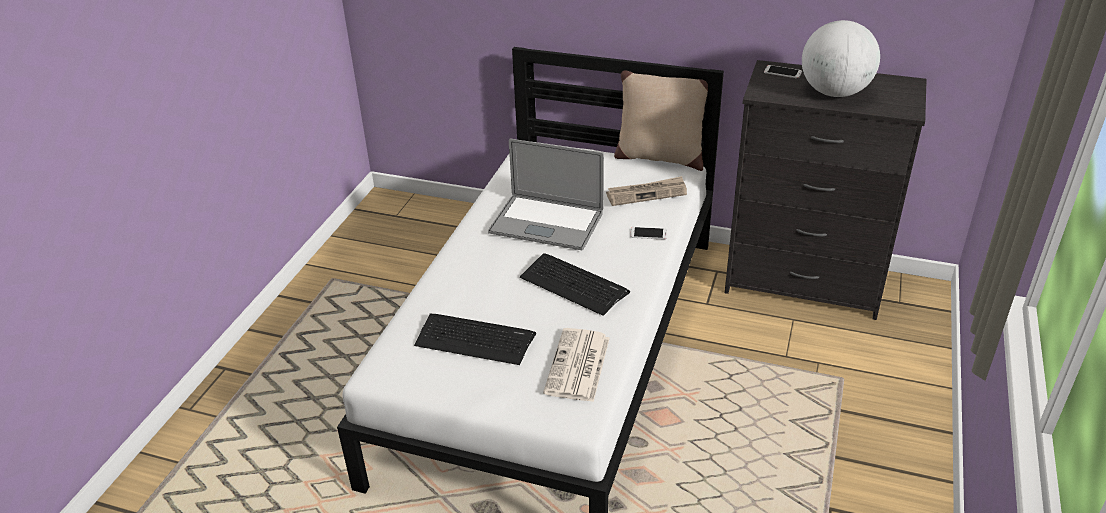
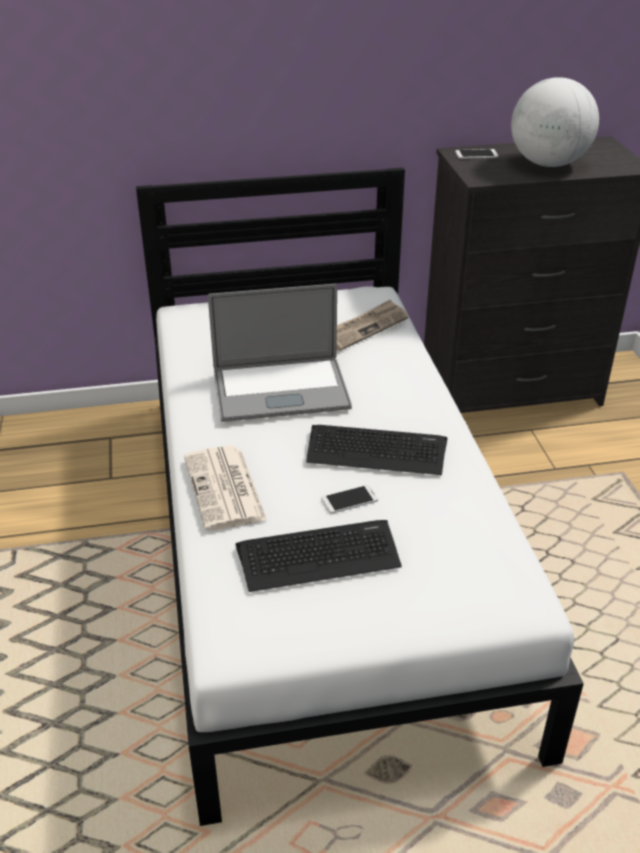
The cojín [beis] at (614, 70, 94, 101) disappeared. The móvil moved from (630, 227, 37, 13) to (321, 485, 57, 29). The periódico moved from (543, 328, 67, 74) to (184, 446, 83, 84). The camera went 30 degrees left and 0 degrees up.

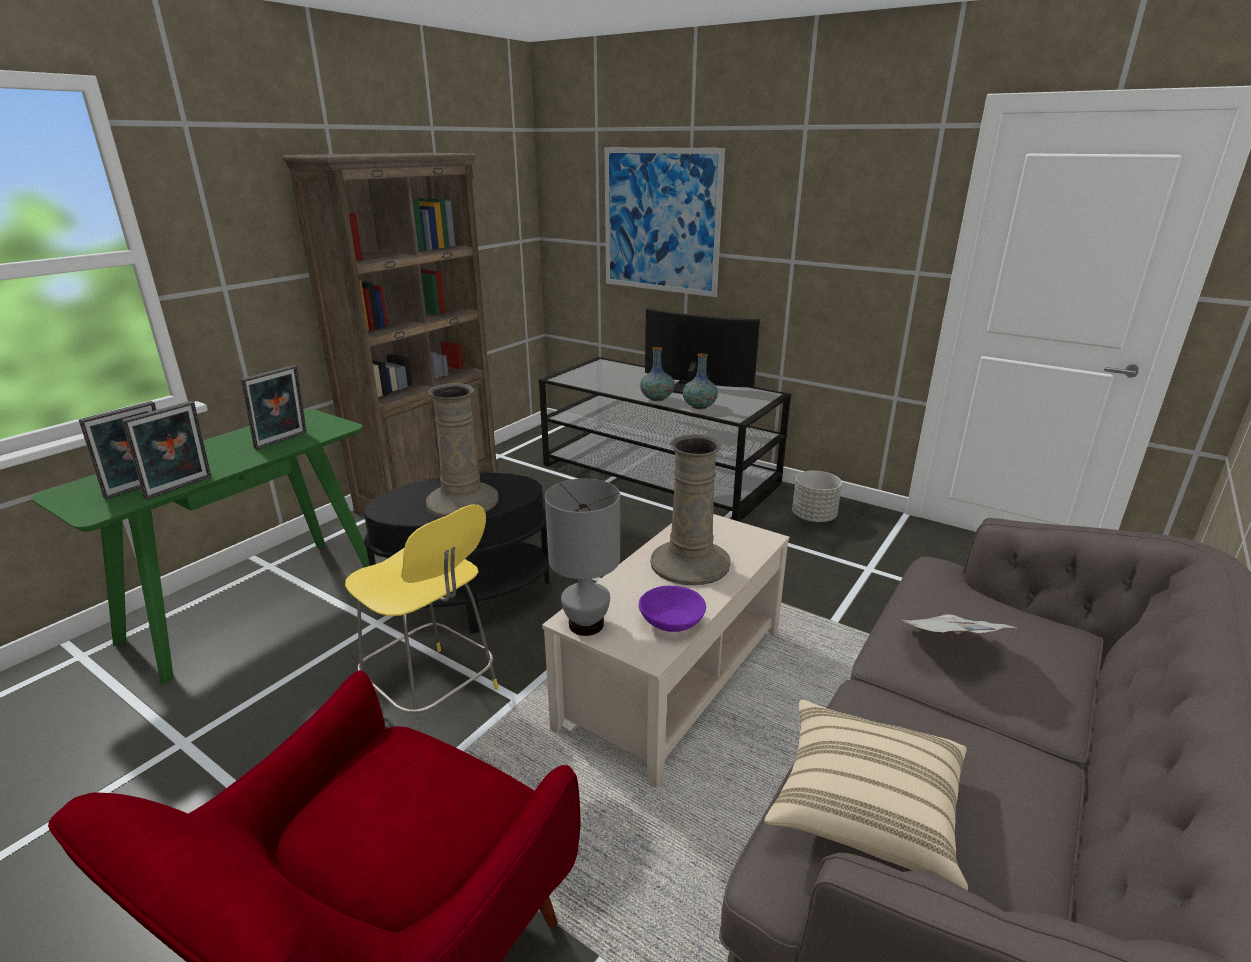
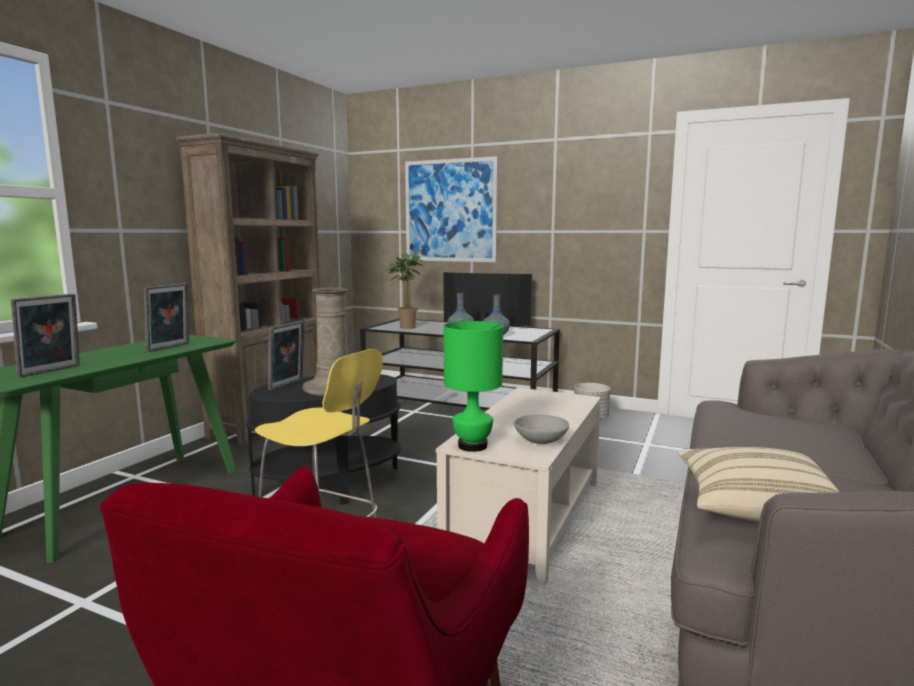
The portarretratos moved from (122, 401, 89, 99) to (268, 321, 36, 70). The florero [beis] at (650, 434, 81, 151) disappeared. The lámpara de mesa [gris] at (545, 478, 75, 158) became the lámpara de mesa [verde] at (444, 321, 59, 131). The cuenco [morado] at (639, 586, 67, 46) became the cuenco [gris] at (514, 415, 55, 29). The periódico at (902, 615, 114, 19) disappeared. The planta en maceta at (386, 250, 39, 79) appeared. The camera went 10 degrees left and 15 degrees down.

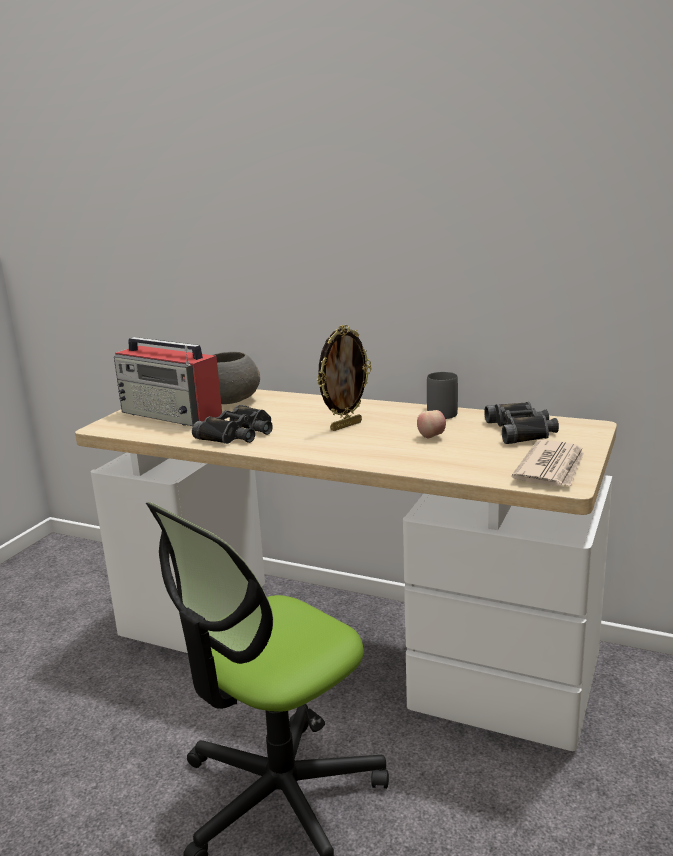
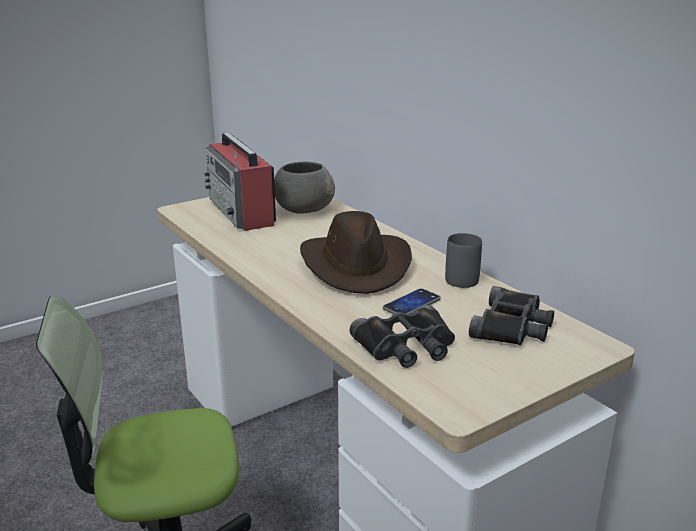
The portarretratos at (317, 325, 55, 106) was replaced by the sombrero [marrón] at (300, 211, 112, 83). The prismáticos [negro] moved from (192, 405, 81, 39) to (350, 305, 105, 63). The manzana at (417, 410, 29, 28) was replaced by the móvil at (383, 289, 58, 25). The periódico at (512, 440, 72, 46) disappeared. The camera went 30 degrees right and 5 degrees up.

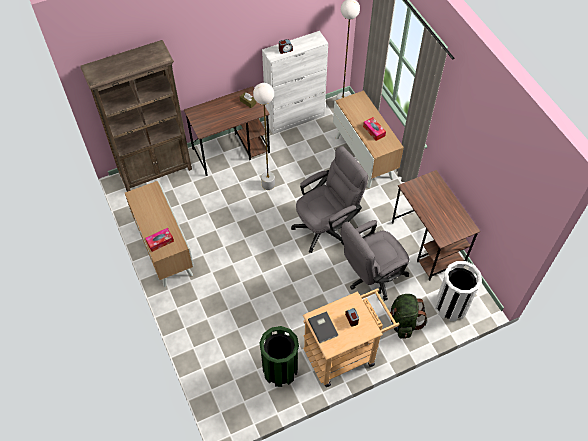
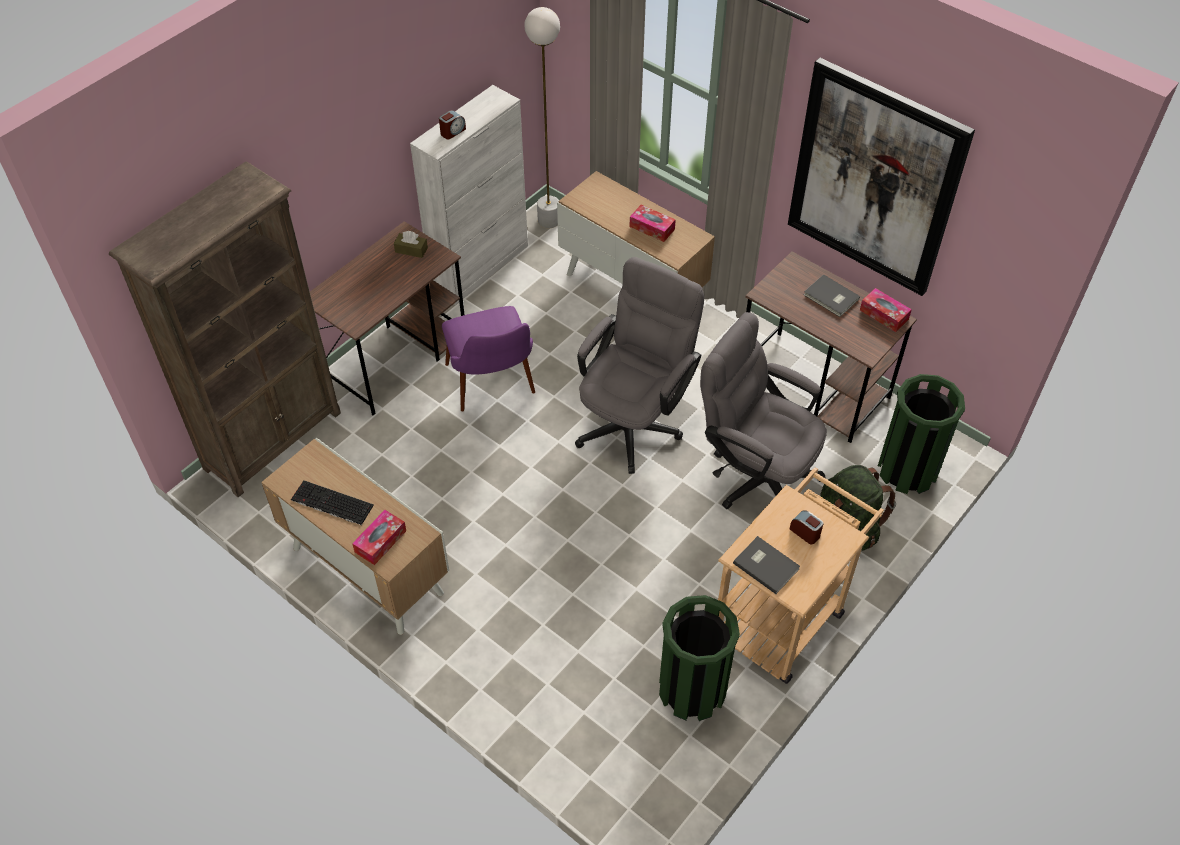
The lámpara de pie [blanco] at (253, 83, 22, 107) was replaced by the silla [morado] at (442, 306, 93, 105). The silla de oficina [gris] at (341, 220, 68, 81) turned 90 degrees clockwise. The papelera [blanco] at (435, 261, 47, 60) became the papelera [verde] at (878, 374, 87, 120). The cuadro at (788, 58, 187, 238) appeared. The libro [gris] at (804, 274, 56, 43) appeared. The caja de pañuelos at (860, 288, 52, 44) appeared. The teclado at (291, 480, 83, 45) appeared. The camera went 25 degrees left and 5 degrees down.

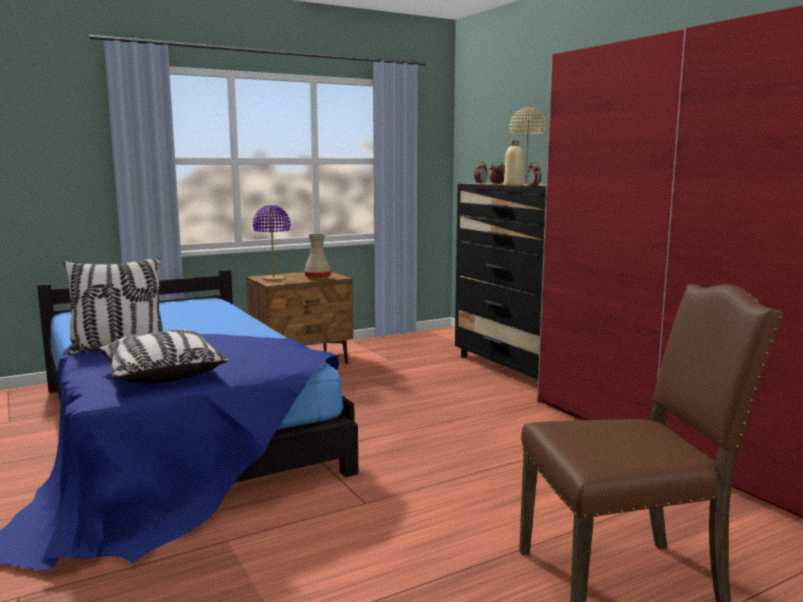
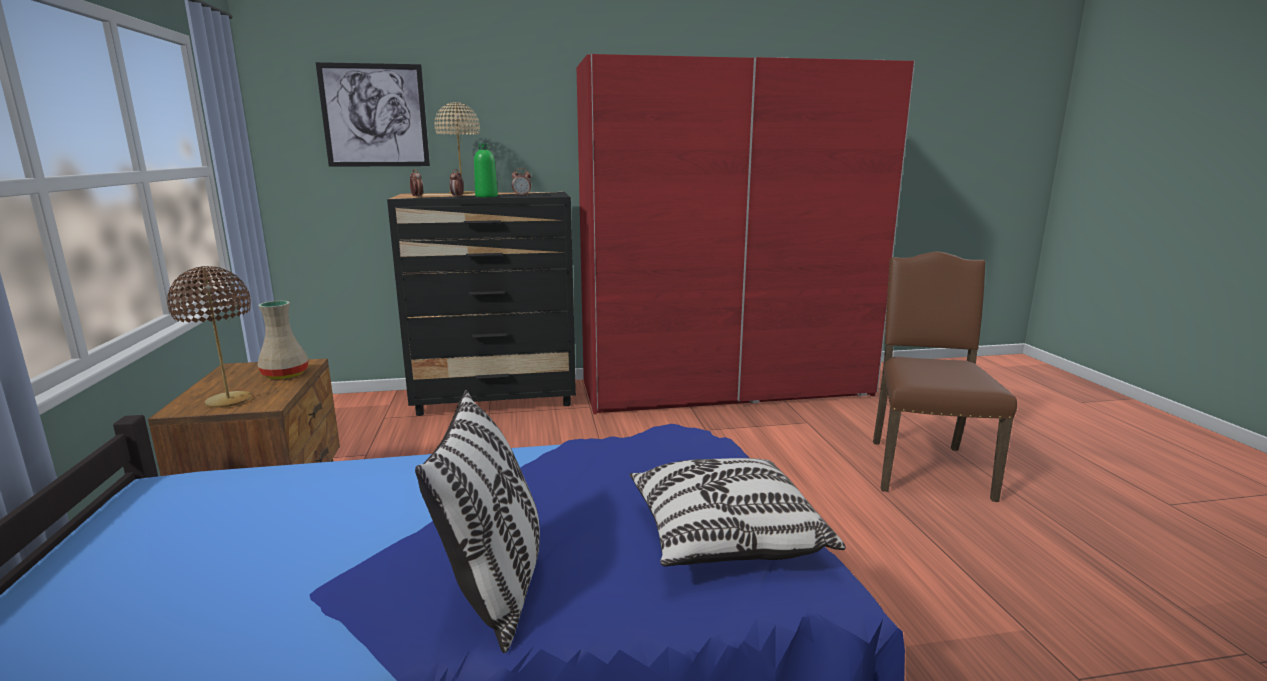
The botella [beis] at (504, 140, 19, 46) became the botella [verde] at (474, 143, 24, 54). The lámpara de mesa [morado] at (253, 205, 37, 76) became the lámpara de mesa [marrón] at (167, 266, 85, 142). The cuadro at (316, 62, 114, 105) appeared. The camera went 70 degrees left and 5 degrees up.

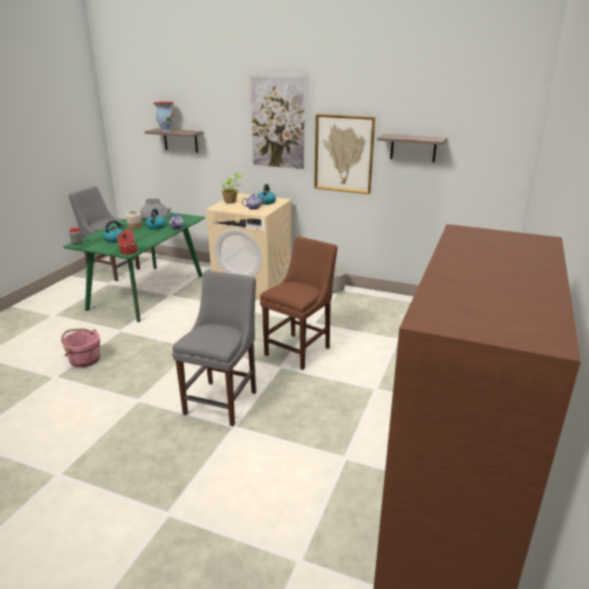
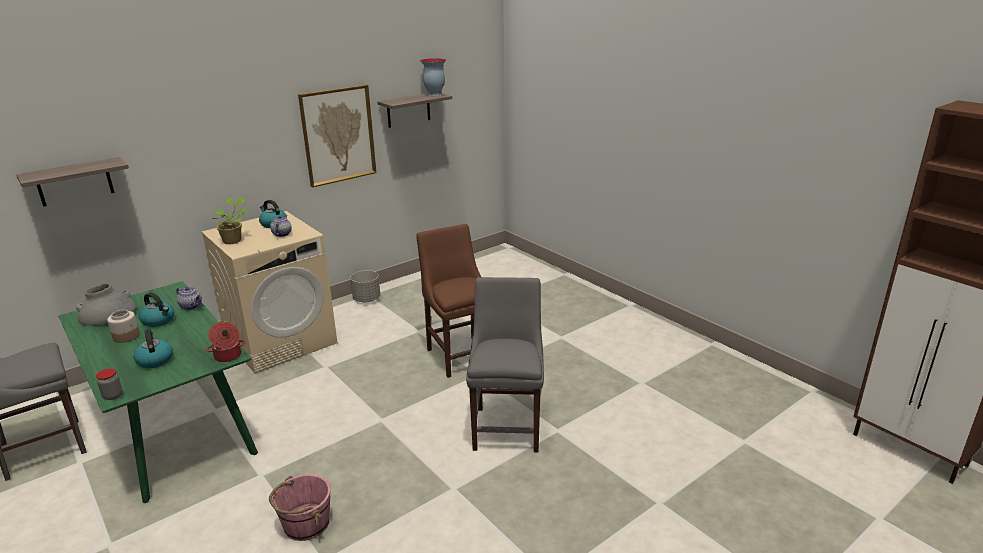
The cuadro at (248, 74, 60, 98) disappeared. The florero moved from (153, 102, 21, 30) to (420, 58, 26, 39). The silla [gris] at (172, 270, 84, 156) turned 45 degrees clockwise. The camera went 60 degrees left and 0 degrees up.

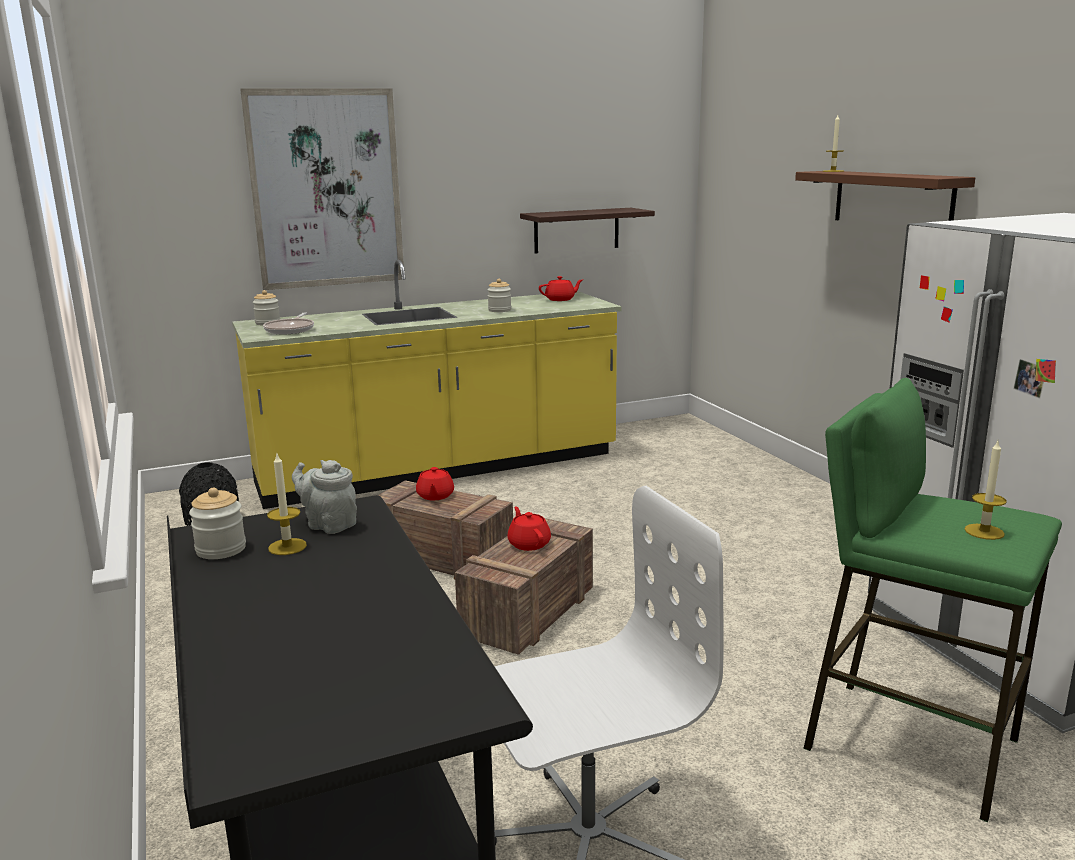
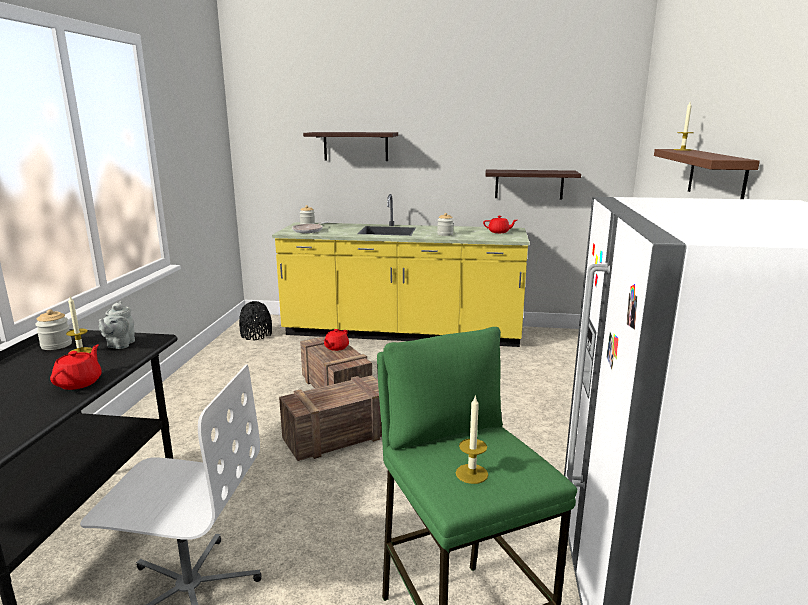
The cuadro at (240, 88, 164, 202) was replaced by the estante at (303, 132, 95, 29). The tetera [gris] at (292, 460, 65, 74) turned 150 degrees counterclockwise. The tetera [rojo] moved from (508, 507, 43, 44) to (50, 344, 52, 46). The camera went 30 degrees right and 0 degrees up.

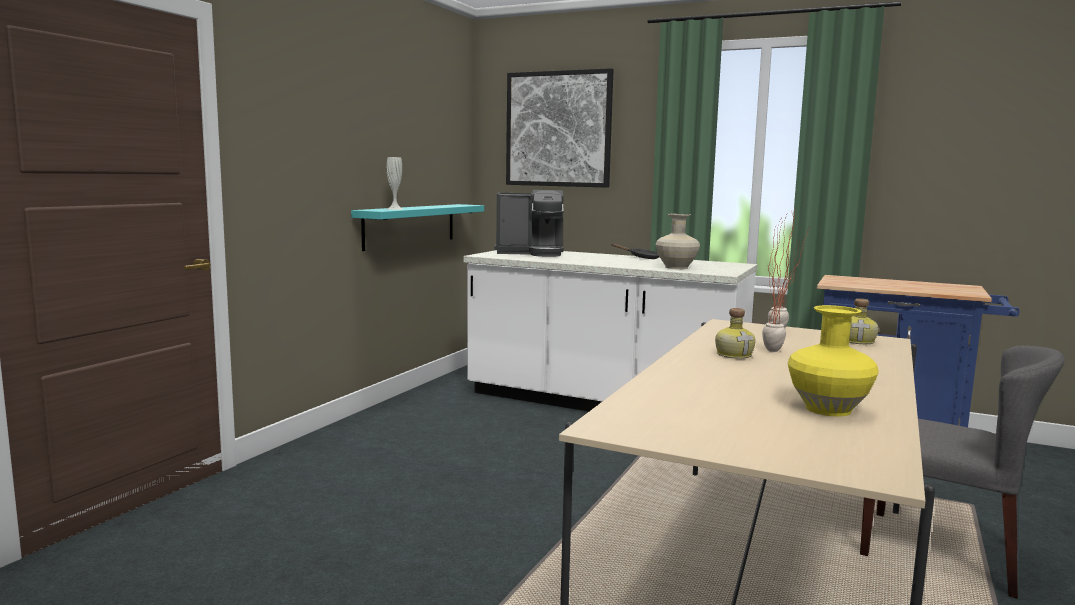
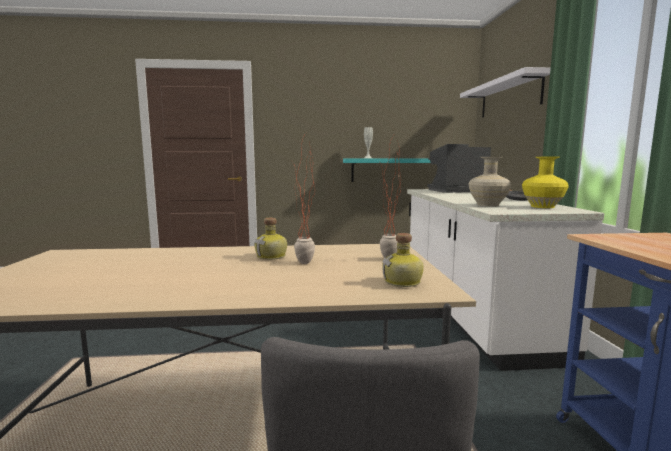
The cuadro at (506, 68, 108, 120) was replaced by the estante [blanco] at (460, 67, 91, 50). The cafetera at (494, 190, 70, 67) turned 105 degrees clockwise. The florero [amarillo] moved from (788, 305, 91, 111) to (522, 157, 47, 51). The camera went 60 degrees right and 0 degrees up.

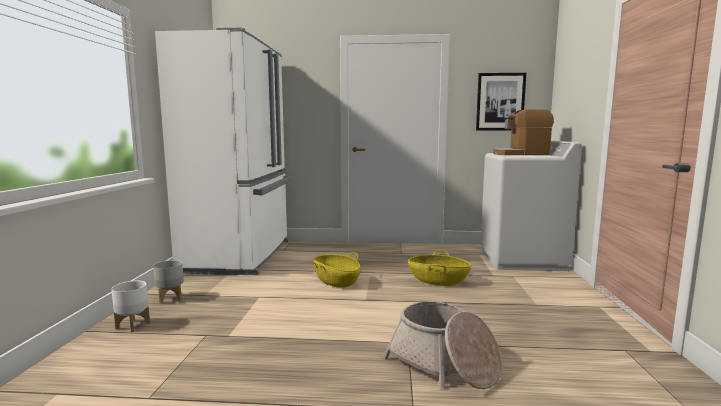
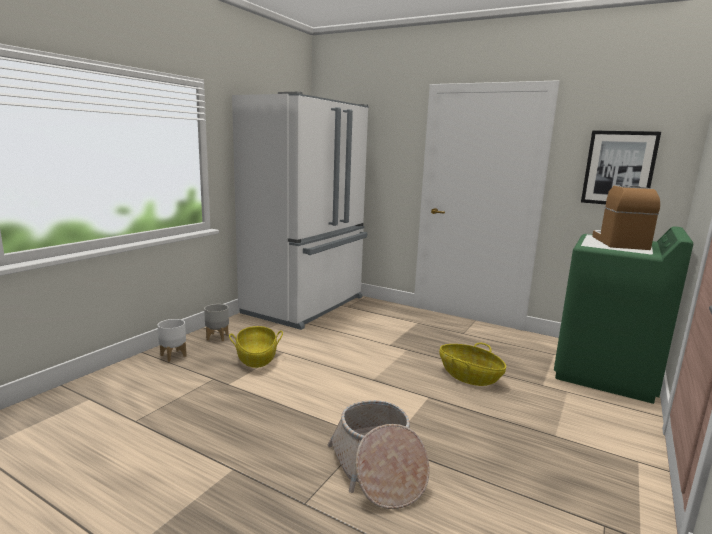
The cafetera at (493, 109, 61, 46) turned 75 degrees clockwise. The lavadora [blanco] at (480, 140, 102, 131) became the lavadora [verde] at (554, 226, 139, 178). The cesta moved from (314, 253, 47, 35) to (229, 326, 54, 42). The camera went 25 degrees right and 5 degrees up.

